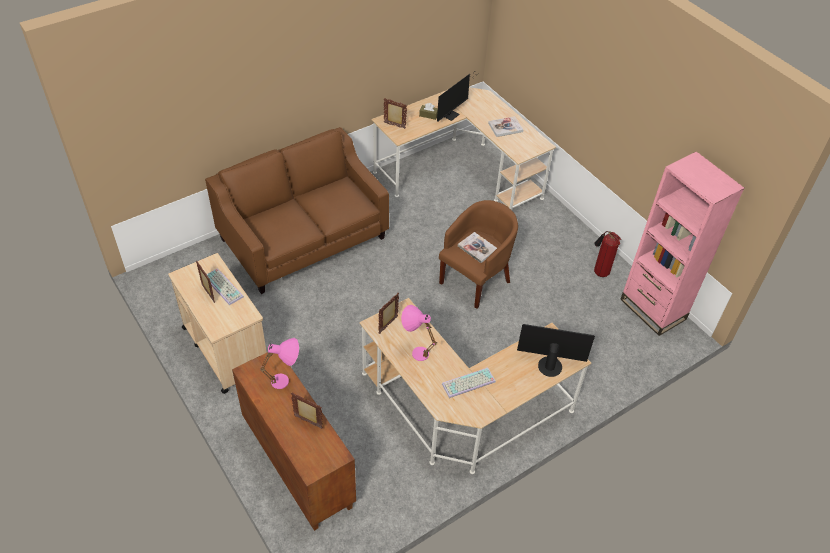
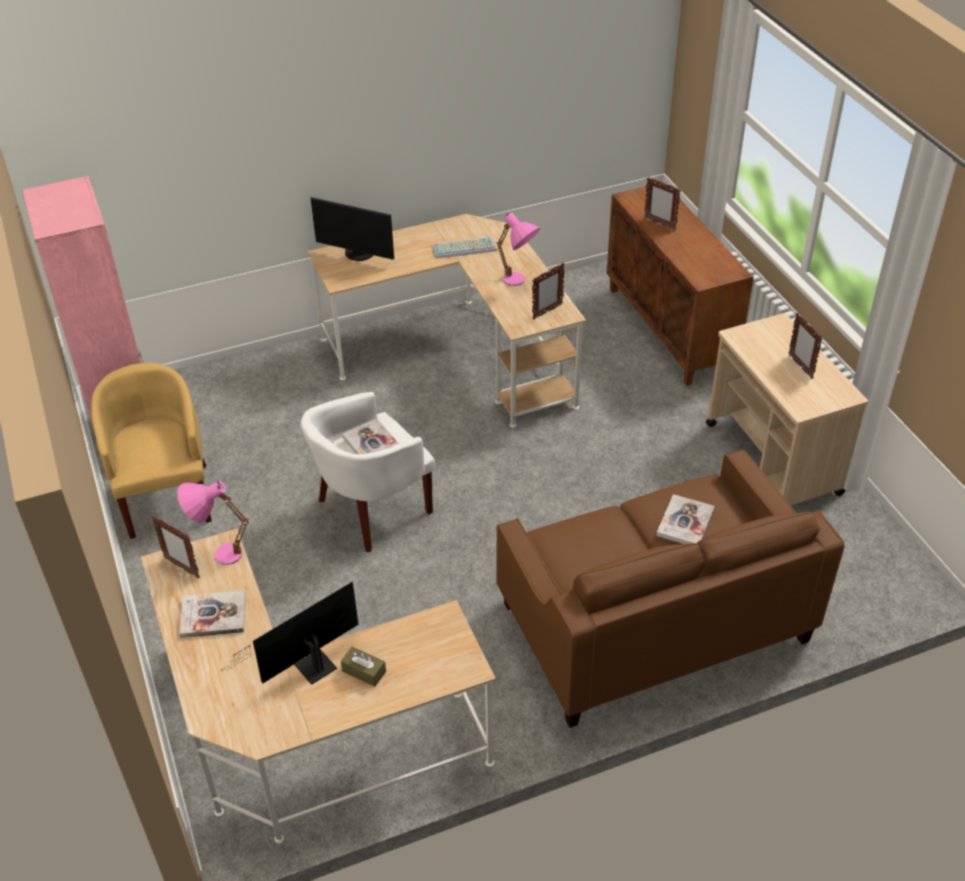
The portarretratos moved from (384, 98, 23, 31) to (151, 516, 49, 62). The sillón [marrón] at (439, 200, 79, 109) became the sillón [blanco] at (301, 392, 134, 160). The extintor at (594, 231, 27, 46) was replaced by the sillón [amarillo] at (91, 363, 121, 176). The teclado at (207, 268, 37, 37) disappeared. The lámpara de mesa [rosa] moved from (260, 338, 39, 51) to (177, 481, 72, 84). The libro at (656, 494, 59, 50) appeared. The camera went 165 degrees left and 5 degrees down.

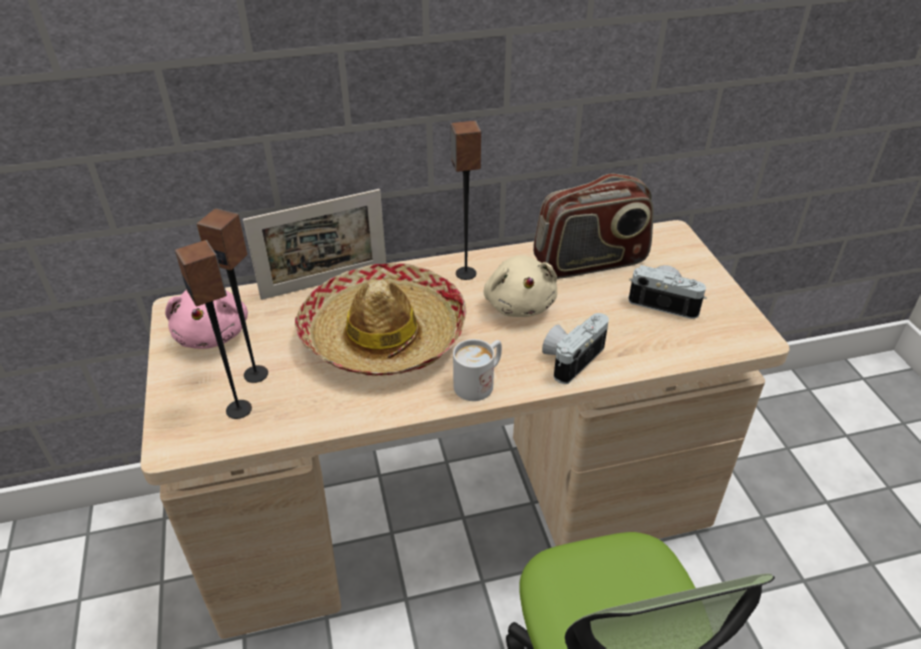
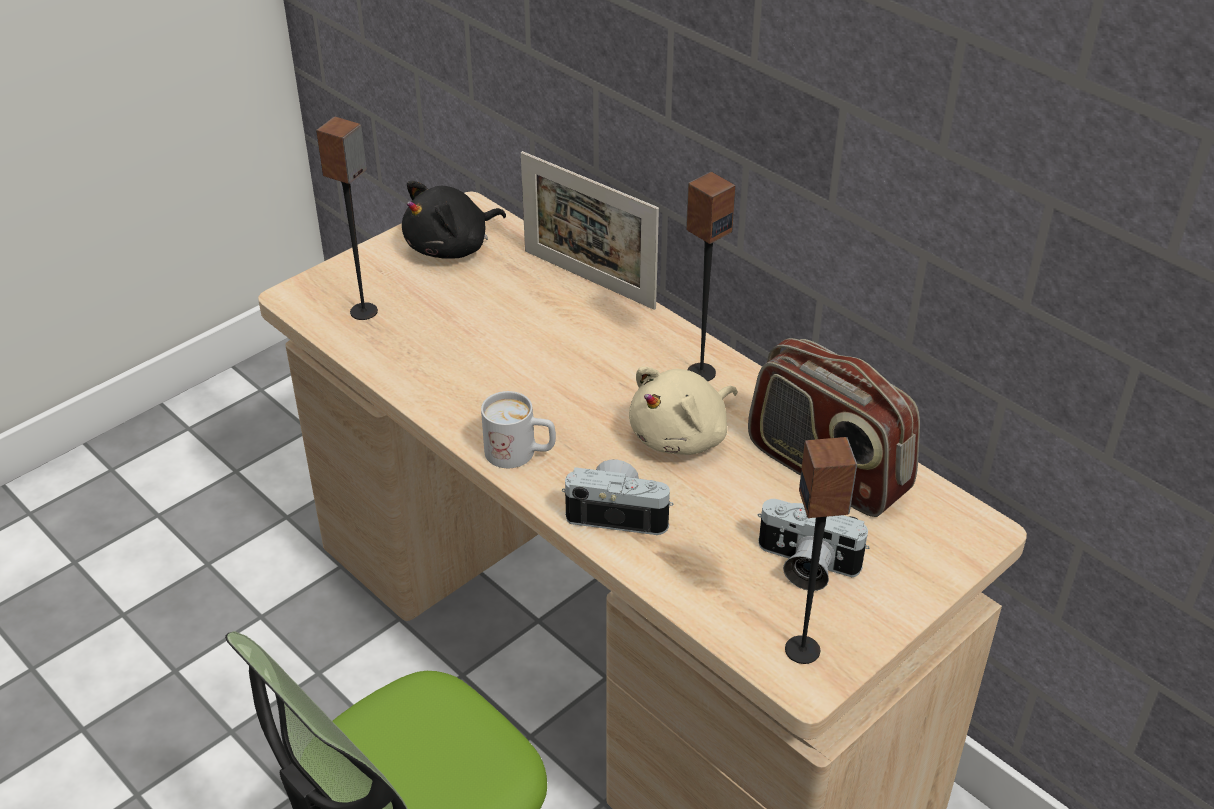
The altavoz moved from (197, 208, 71, 175) to (785, 437, 72, 227). The sombrero at (295, 263, 172, 113) disappeared. The cámara at (628, 265, 79, 54) turned 120 degrees clockwise. The peluche [rosa] at (165, 290, 83, 59) became the peluche [negro] at (402, 181, 104, 78). The camera went 60 degrees right and 0 degrees up.

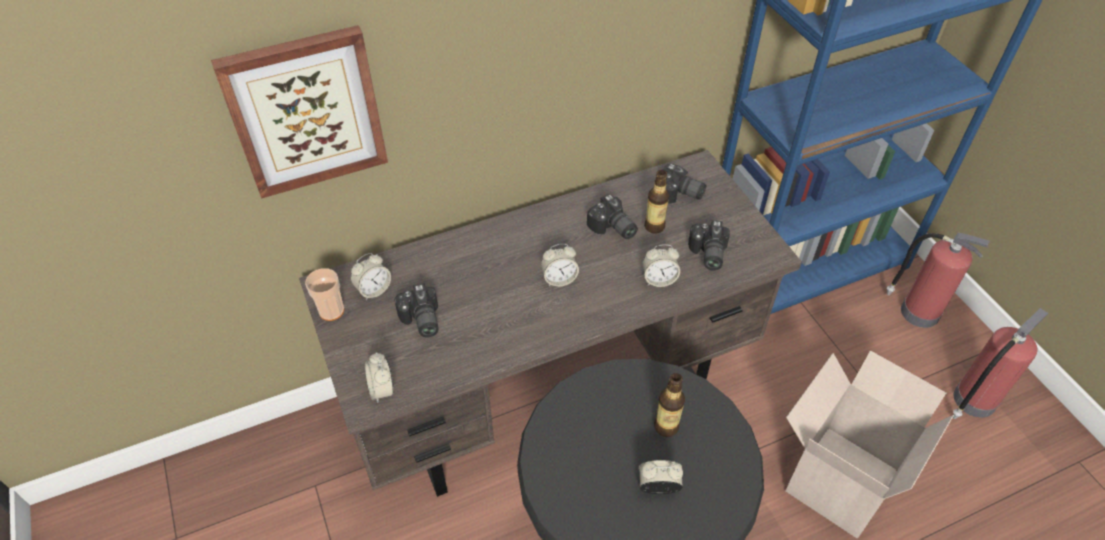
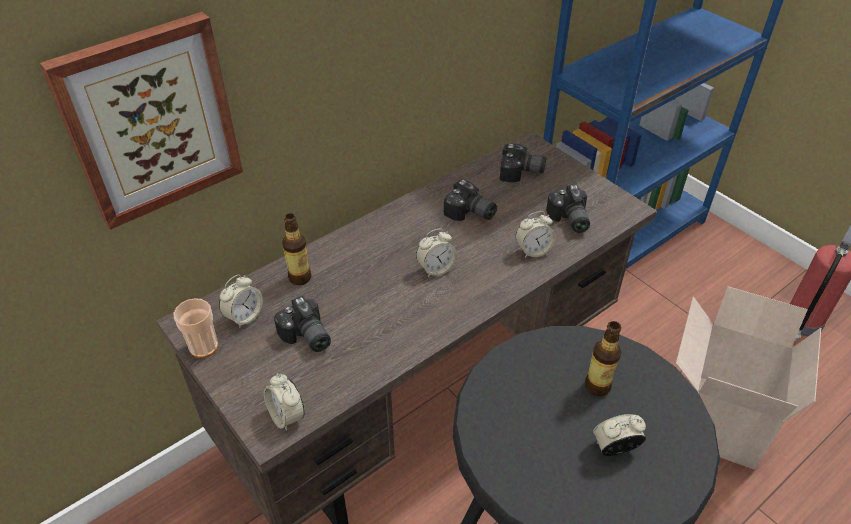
The botella moved from (644, 170, 25, 64) to (282, 213, 29, 72). The extintor at (887, 233, 103, 95) disappeared. The camera went 15 degrees left and 5 degrees down.

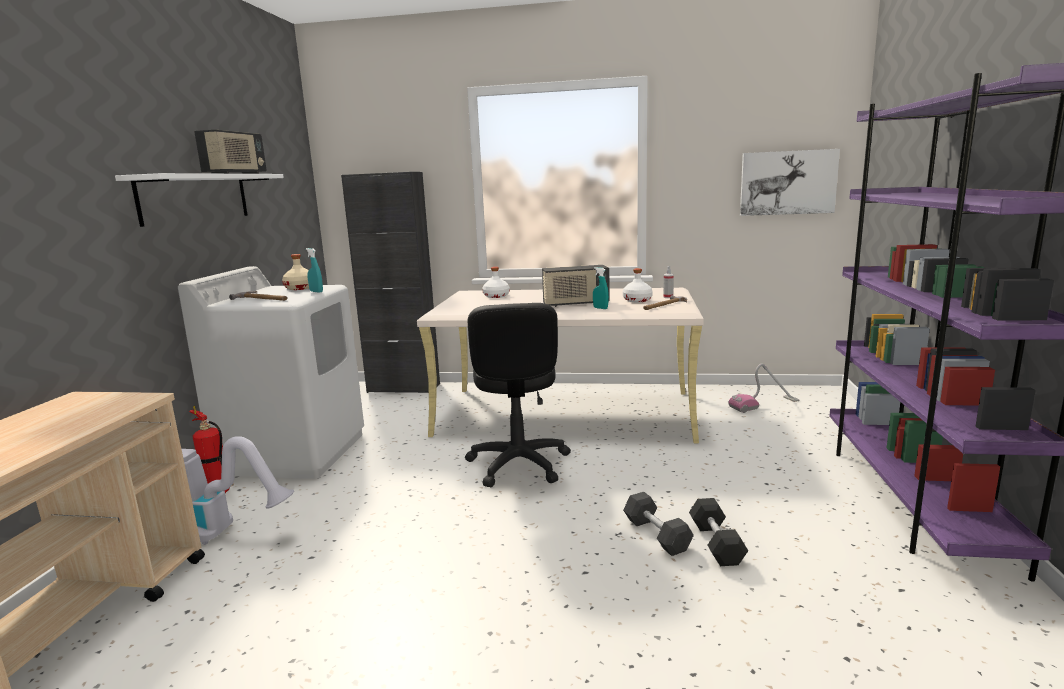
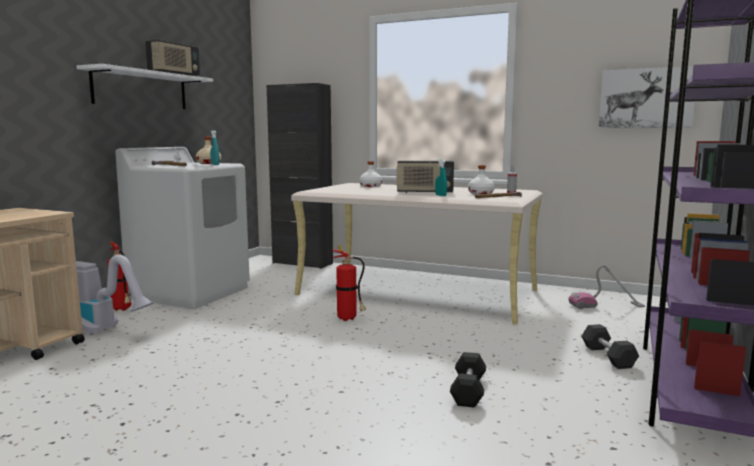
The silla de oficina [negro] at (465, 303, 106, 184) was replaced by the extintor at (332, 245, 34, 76). The mancuerna [gris] moved from (623, 492, 71, 64) to (581, 324, 58, 45). The camera went 15 degrees right and 5 degrees down.

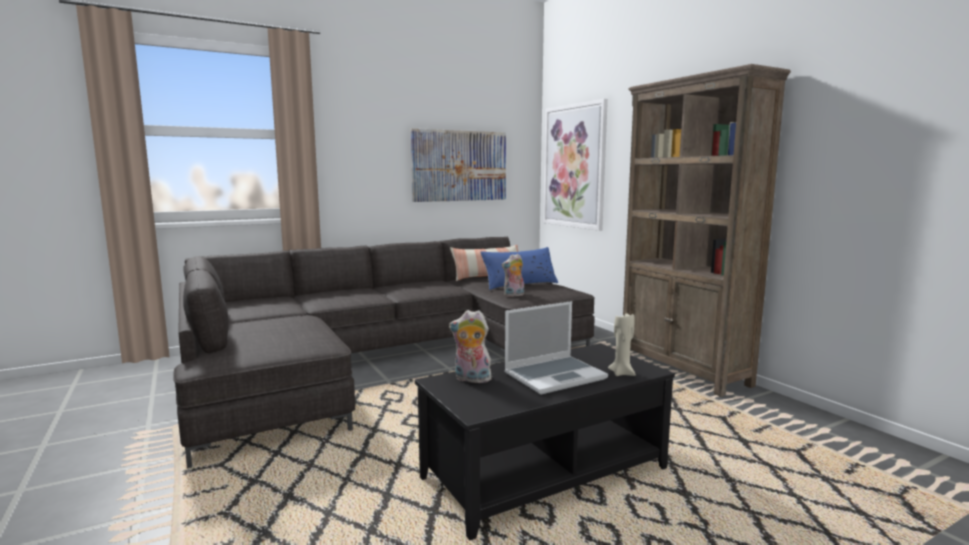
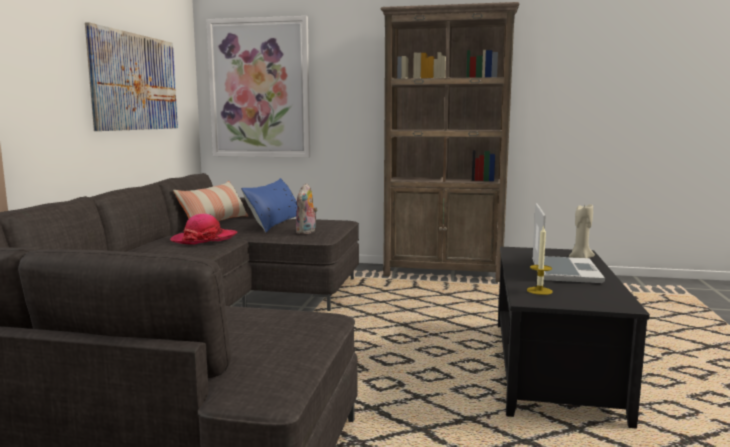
The peluche at (449, 310, 43, 75) was replaced by the vela at (527, 225, 26, 70). The sombrero at (170, 214, 67, 31) appeared. The camera went 50 degrees left and 0 degrees up.

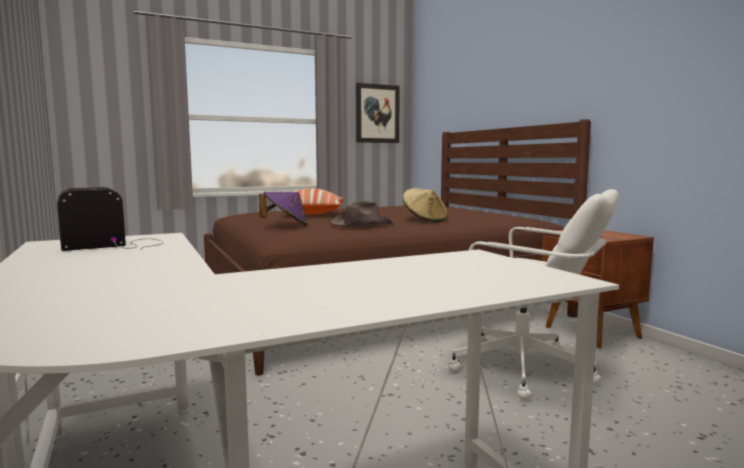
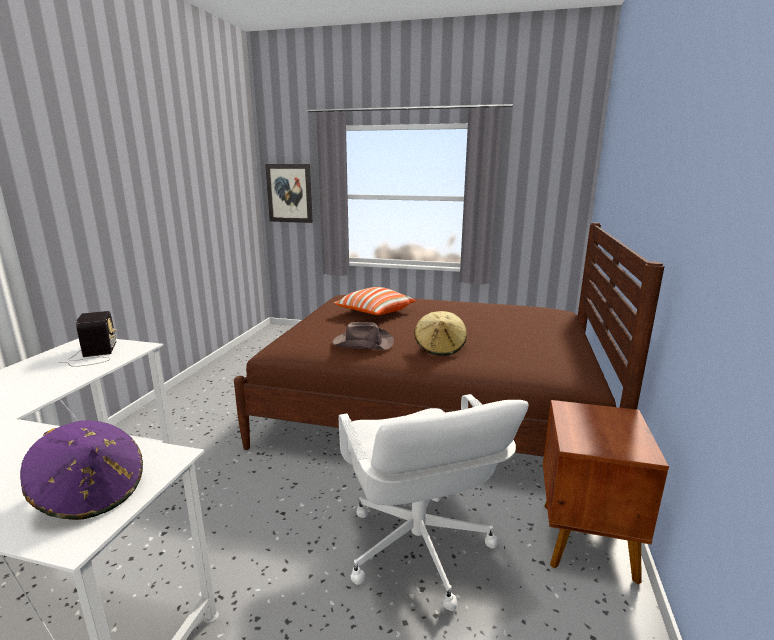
The cuadro moved from (356, 83, 44, 60) to (265, 164, 48, 59). The radio at (57, 187, 107, 64) turned 60 degrees clockwise. The sombrero [morado] moved from (259, 192, 49, 33) to (20, 420, 123, 100). The camera went 40 degrees right and 10 degrees up.

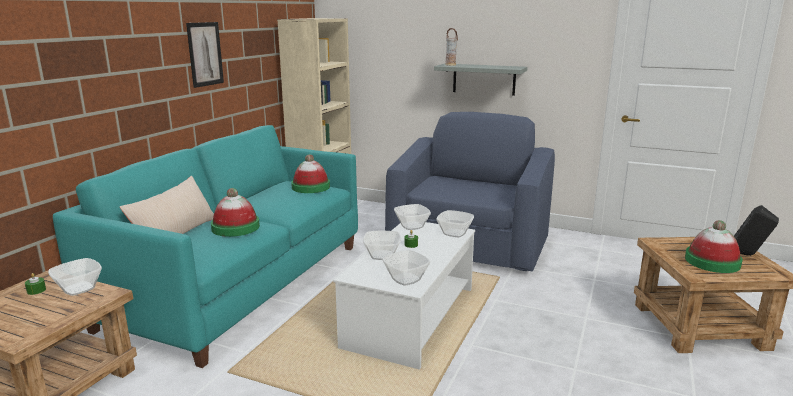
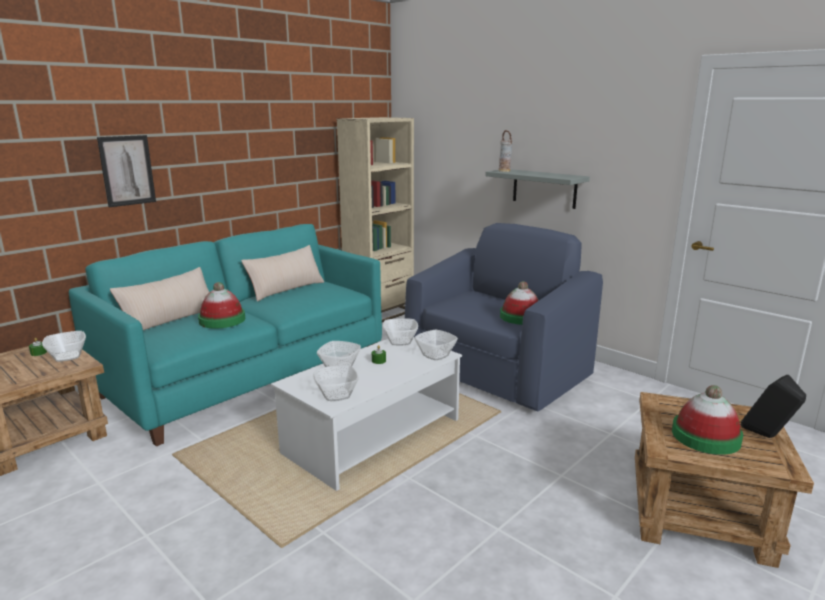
The cuadro moved from (186, 22, 38, 66) to (97, 135, 59, 72). The sombrero moved from (291, 154, 39, 39) to (500, 281, 39, 44). The cojín [beis] at (241, 245, 83, 57) appeared. The camera went 20 degrees right and 0 degrees up.

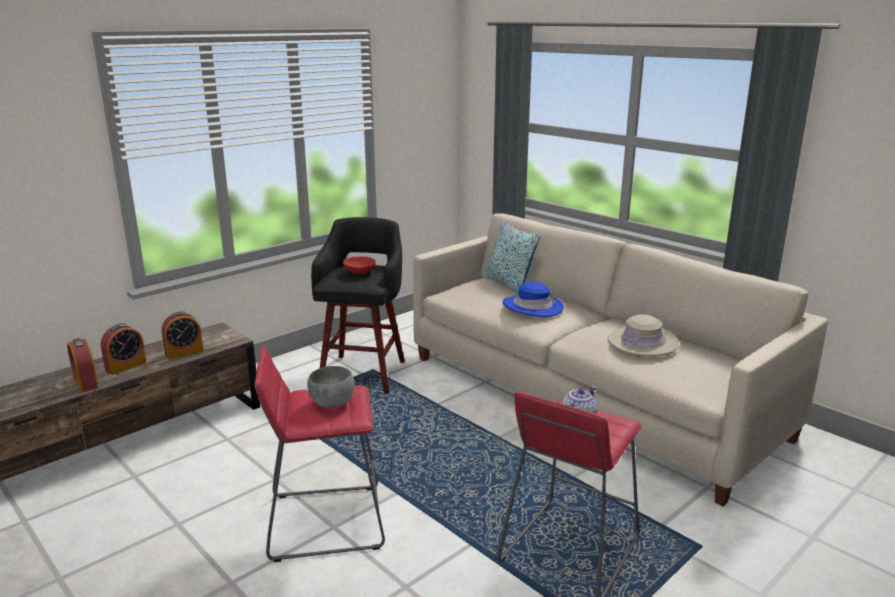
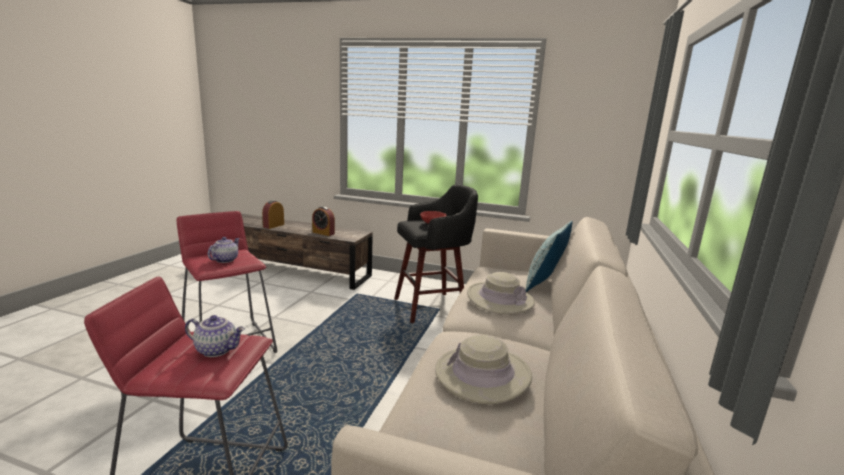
The sombrero [azul] at (503, 282, 61, 35) became the sombrero [beis] at (467, 272, 68, 42). The despertador at (101, 324, 46, 51) disappeared. The cuenco [gris] at (307, 366, 48, 42) was replaced by the tetera at (208, 237, 32, 26). The camera went 60 degrees right and 5 degrees down.

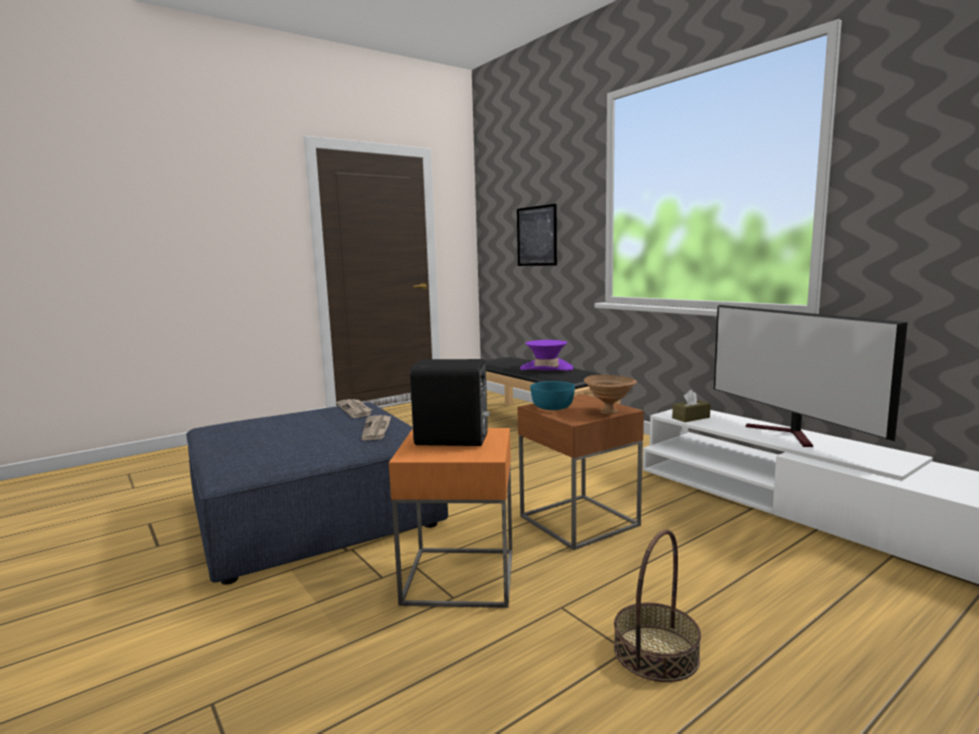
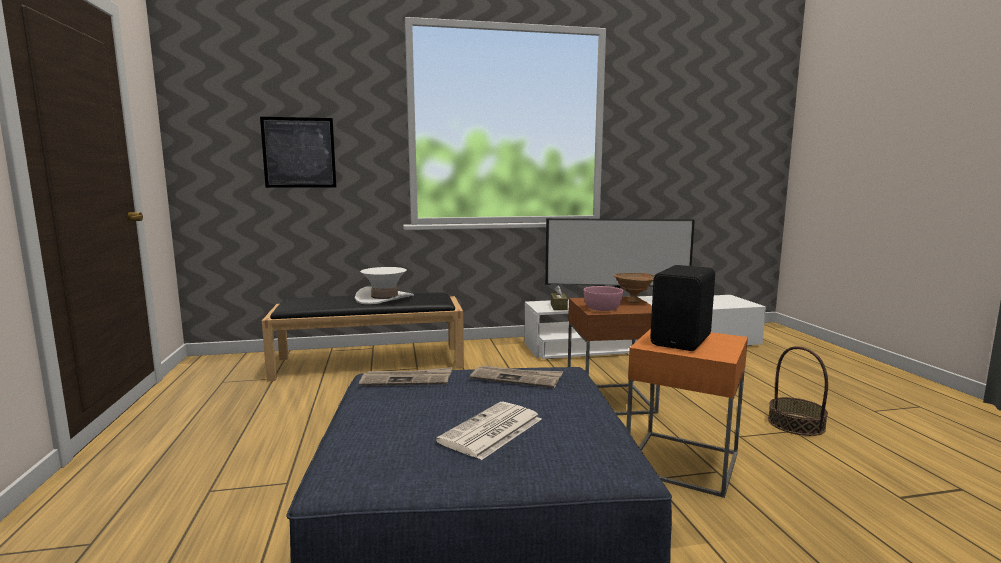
The sombrero [morado] at (520, 340, 53, 31) became the sombrero [blanco] at (355, 267, 59, 37). The cuenco [turquesa] at (530, 381, 45, 29) became the cuenco [rosa] at (584, 286, 39, 25). The periódico at (436, 402, 106, 58) appeared. The camera went 65 degrees left and 0 degrees up.

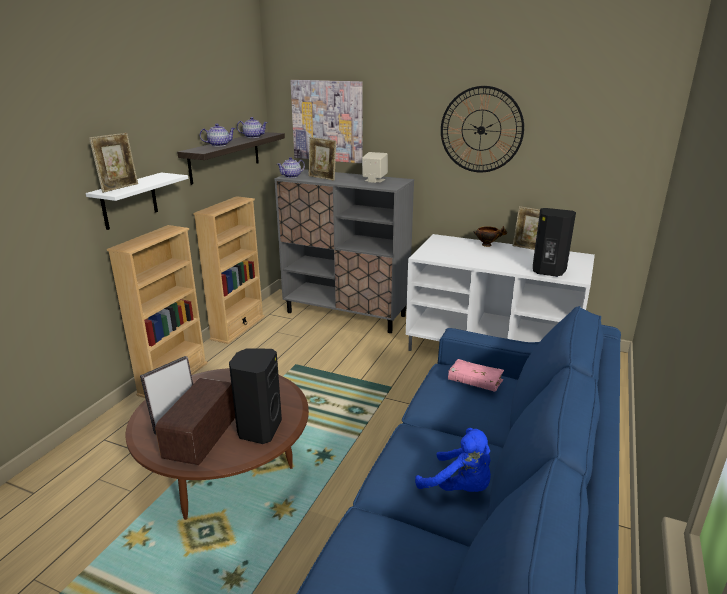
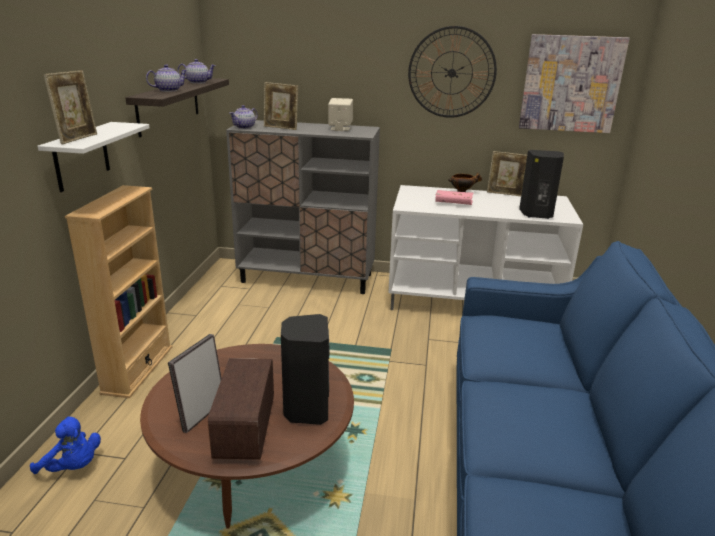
The cuadro moved from (290, 80, 72, 83) to (519, 34, 111, 99). The estantería [beis] at (193, 196, 72, 148) disappeared. The libro [rosa] moved from (448, 359, 56, 33) to (435, 190, 38, 15). The peluche [azul] moved from (415, 428, 76, 64) to (30, 416, 71, 58). The camera went 15 degrees left and 0 degrees up.

